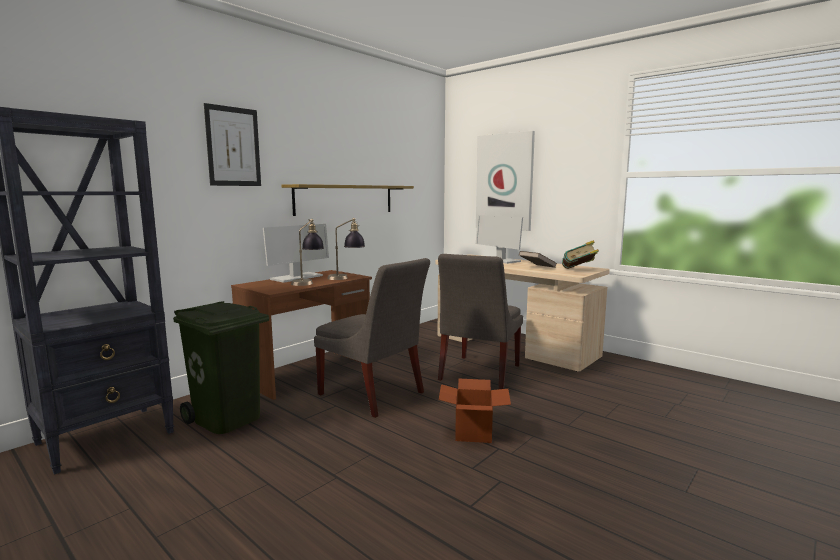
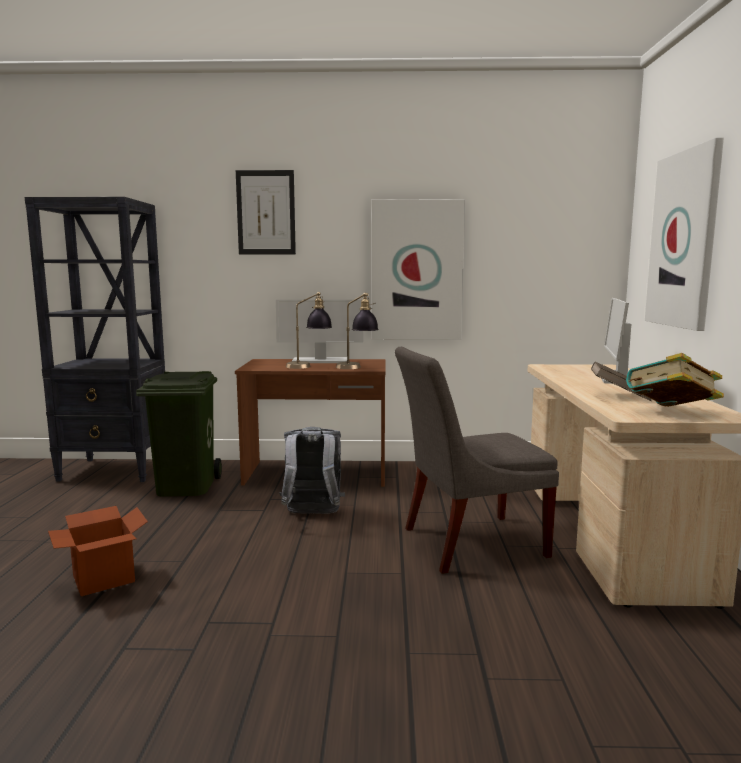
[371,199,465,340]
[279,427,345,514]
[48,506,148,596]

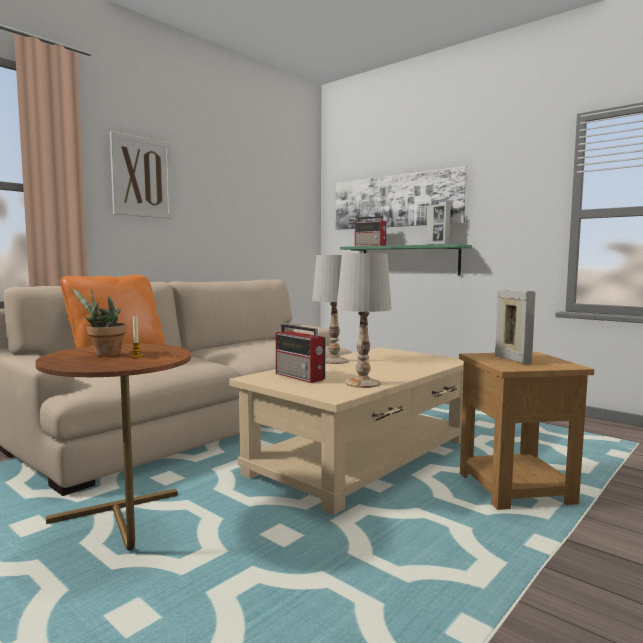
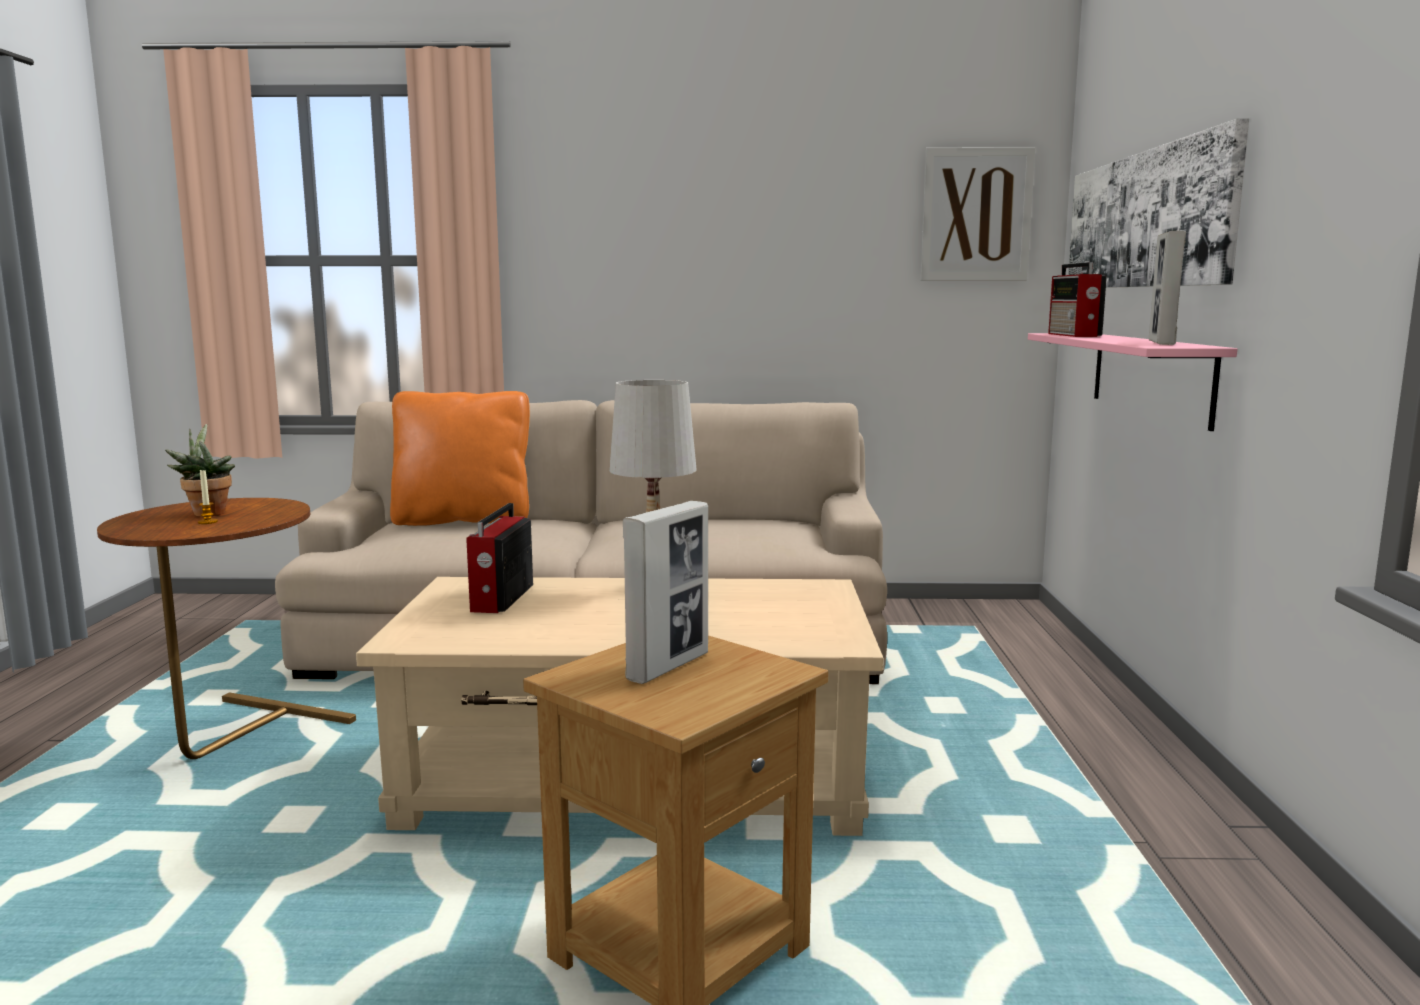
[920,147,1035,281]
[1028,333,1237,431]
[336,253,392,388] (first image)

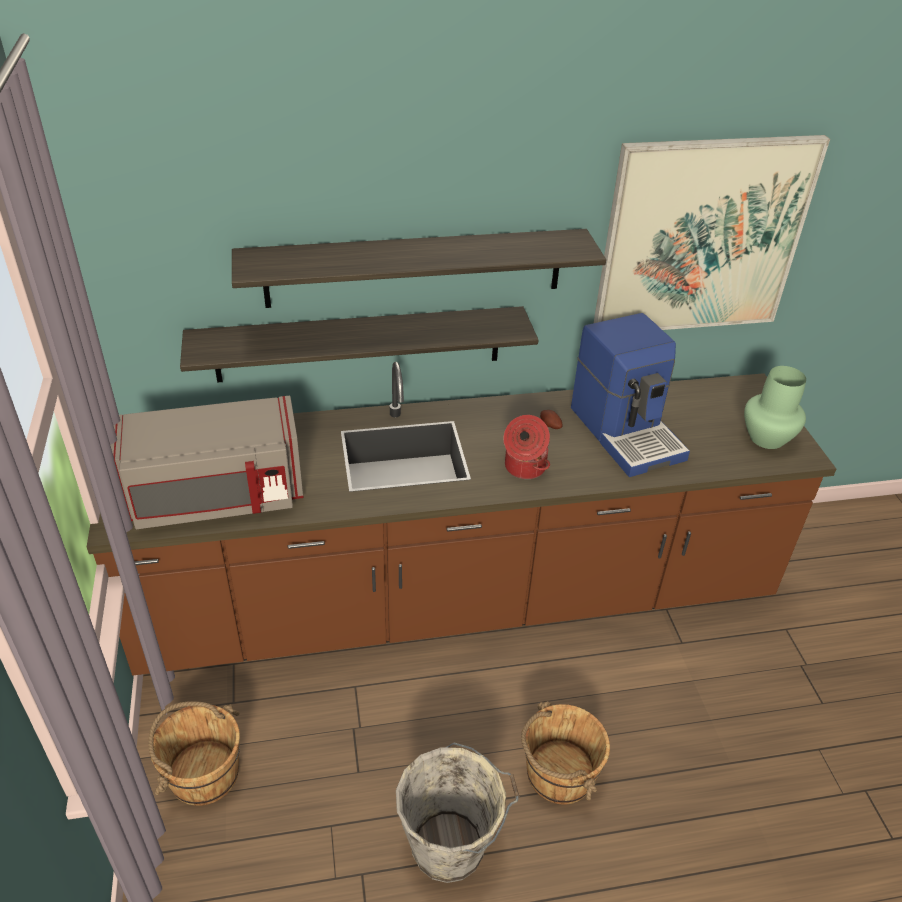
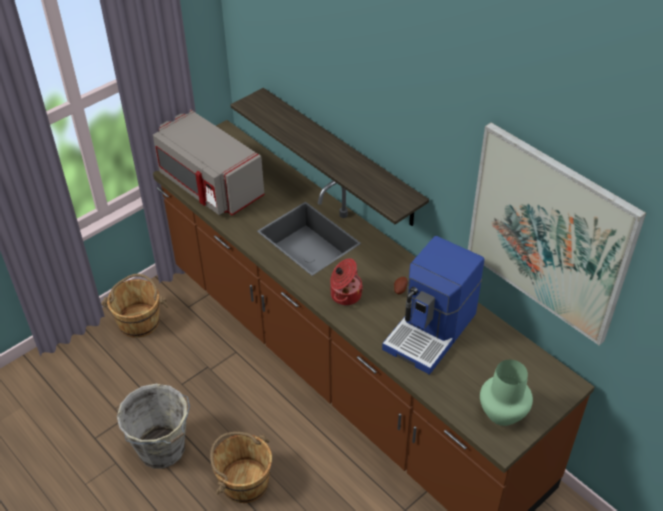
[232,229,606,308] (first image)

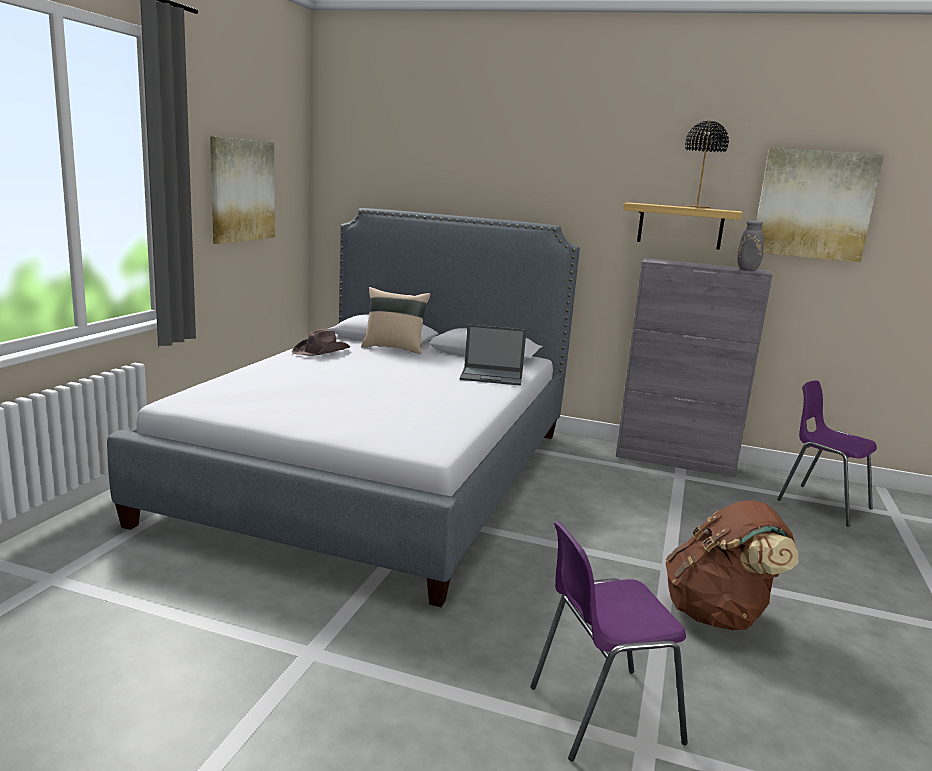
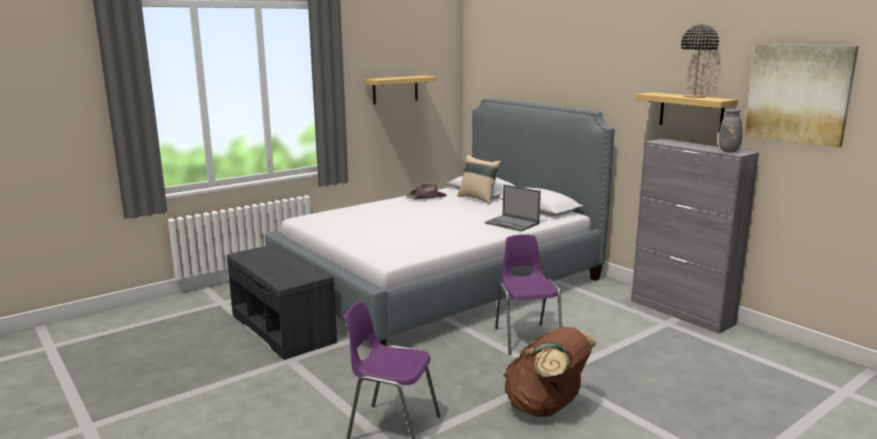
[365,76,437,105]
[495,234,562,355]
[227,244,337,360]

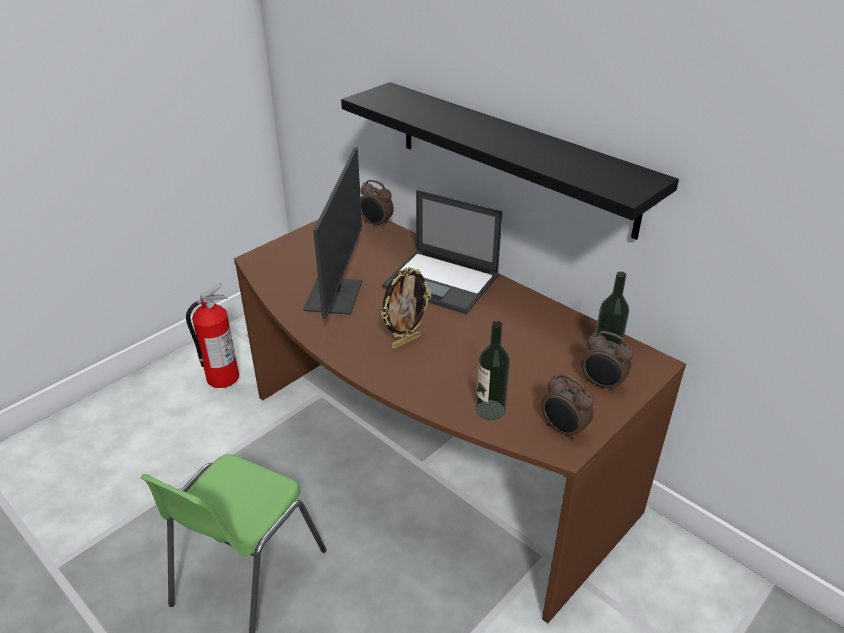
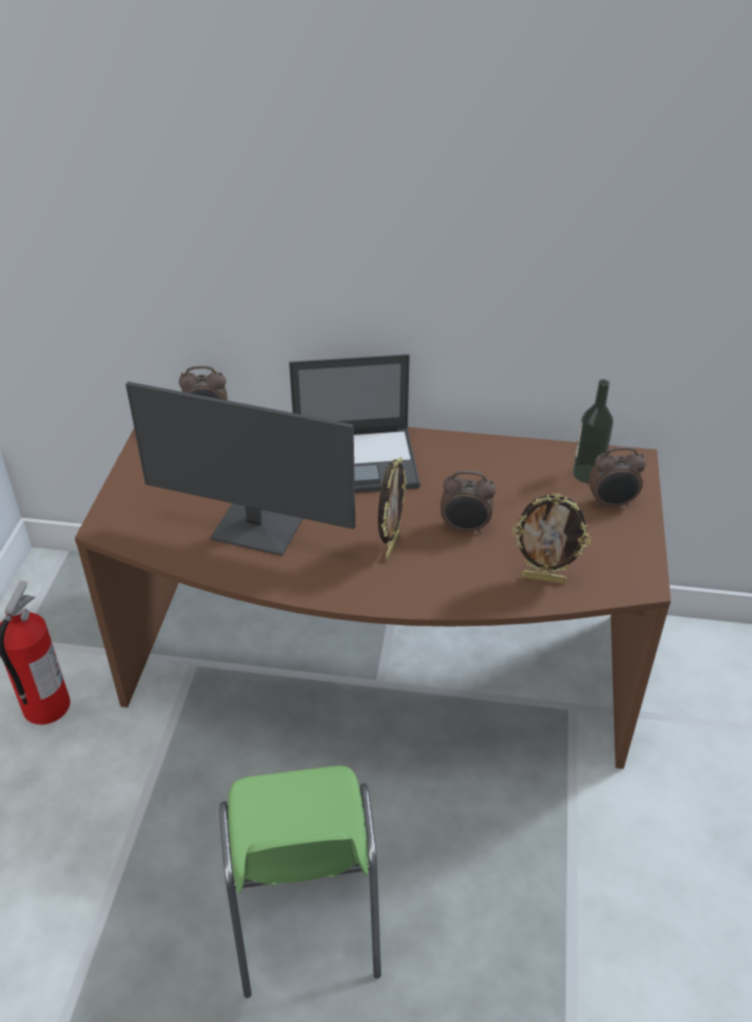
[341,82,679,240] (first image)
[126,382,355,556]
[512,493,591,584]
[440,470,496,534]

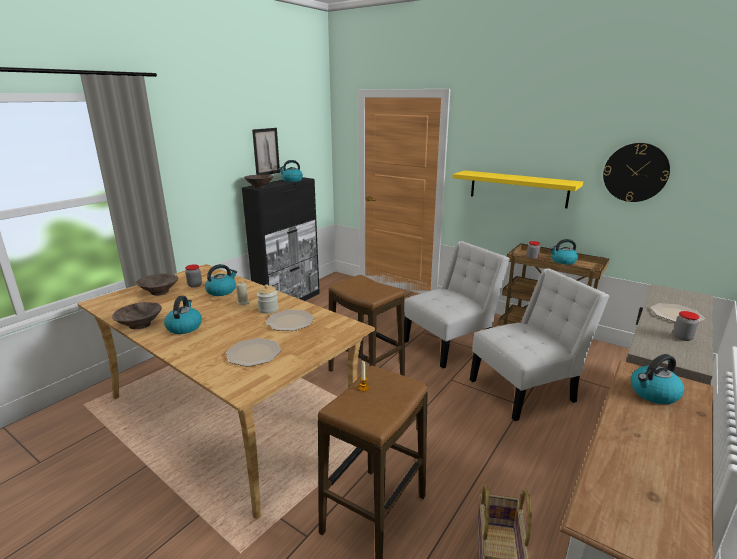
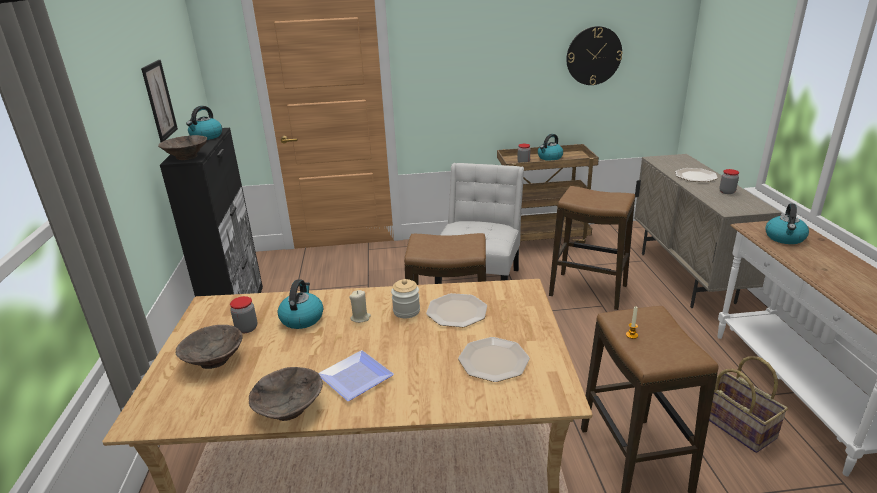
[452,170,583,208] (first image)
[549,186,635,310]
[319,350,394,401]

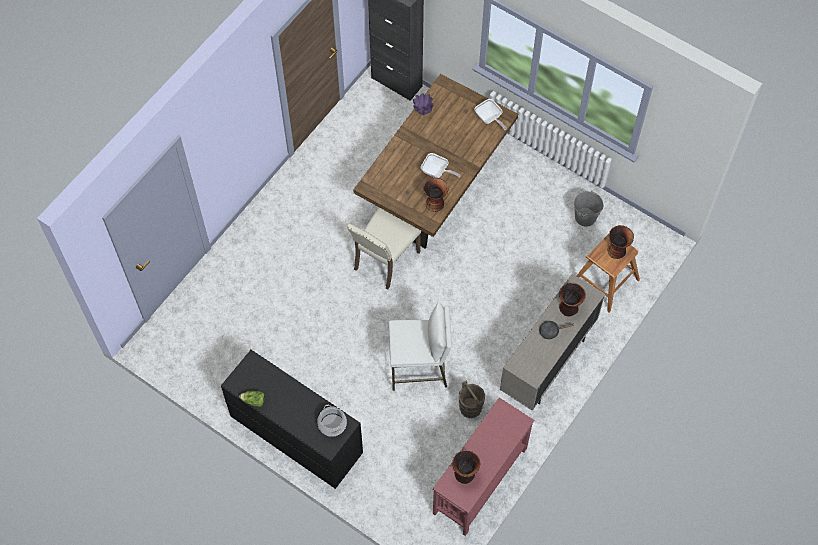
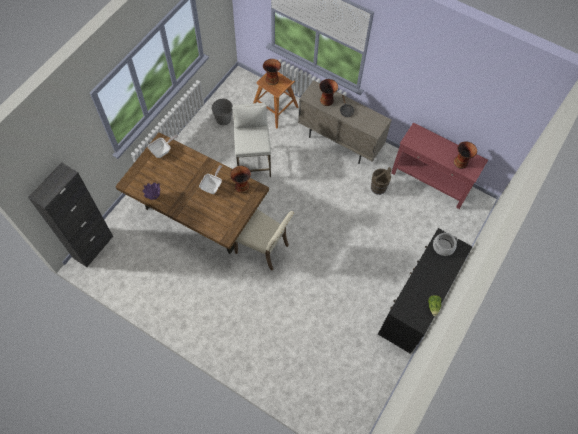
[232,103,271,177]

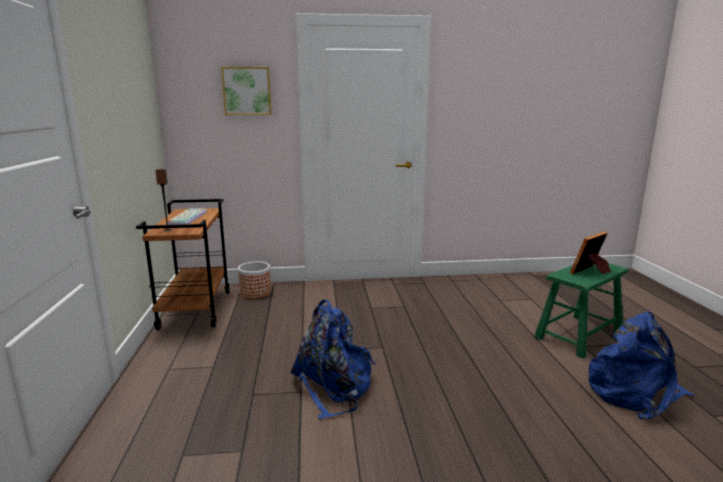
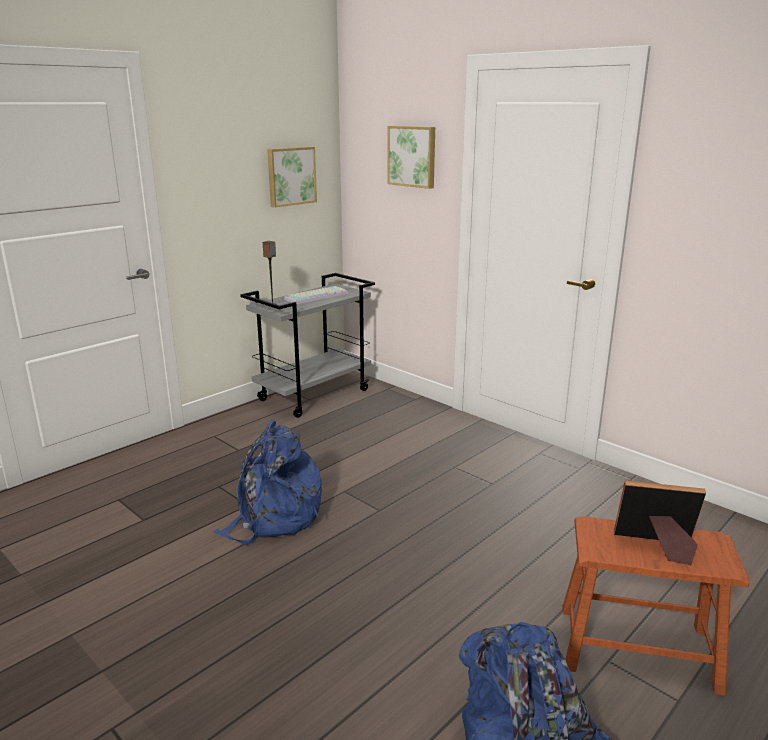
[240,273,375,418]
[238,261,271,299] (first image)
[562,516,749,696]
[267,147,317,207]

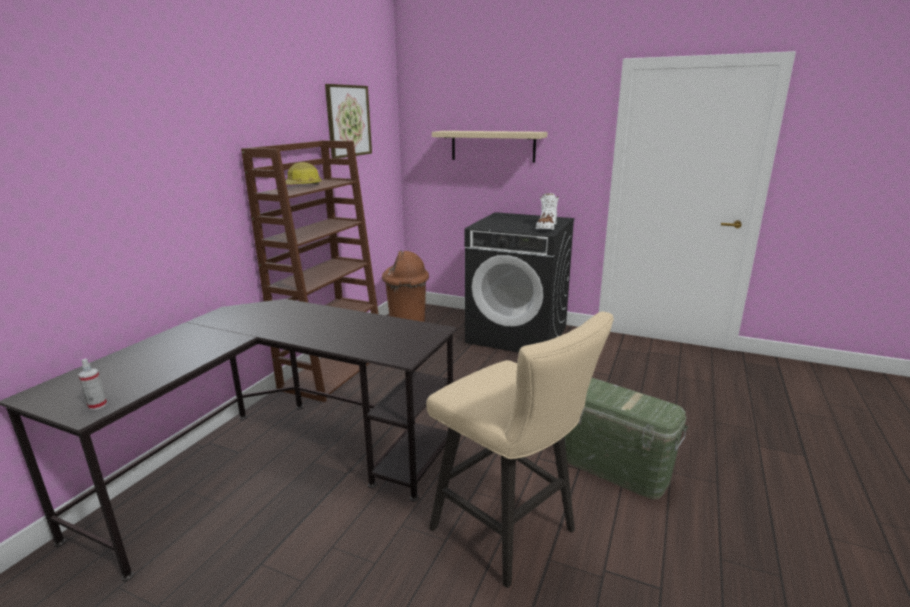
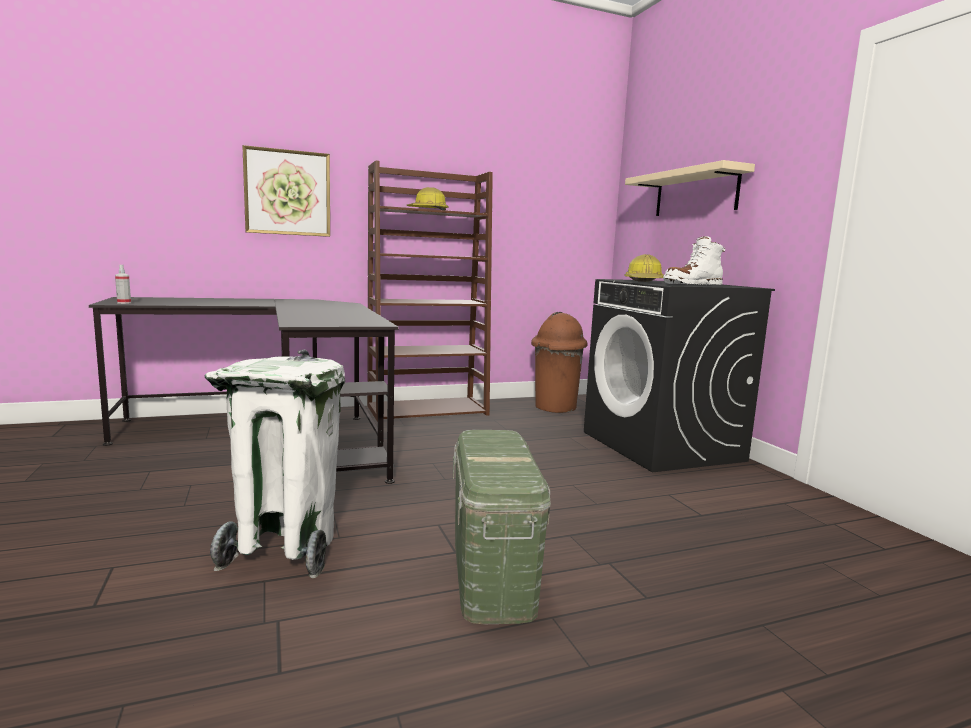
[242,145,330,237]
[204,349,345,578]
[624,254,663,282]

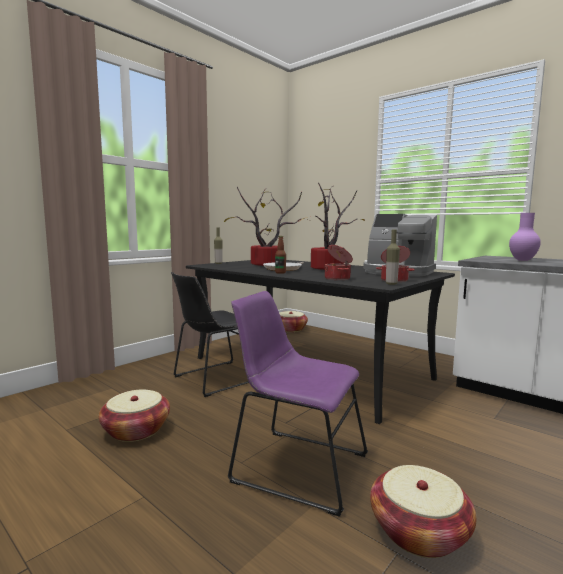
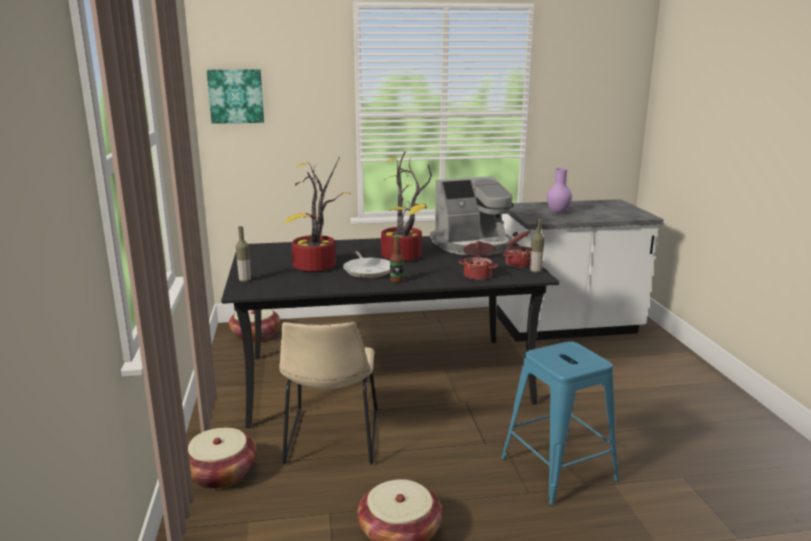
[279,322,378,465]
[501,341,619,505]
[187,428,257,489]
[207,69,264,124]

